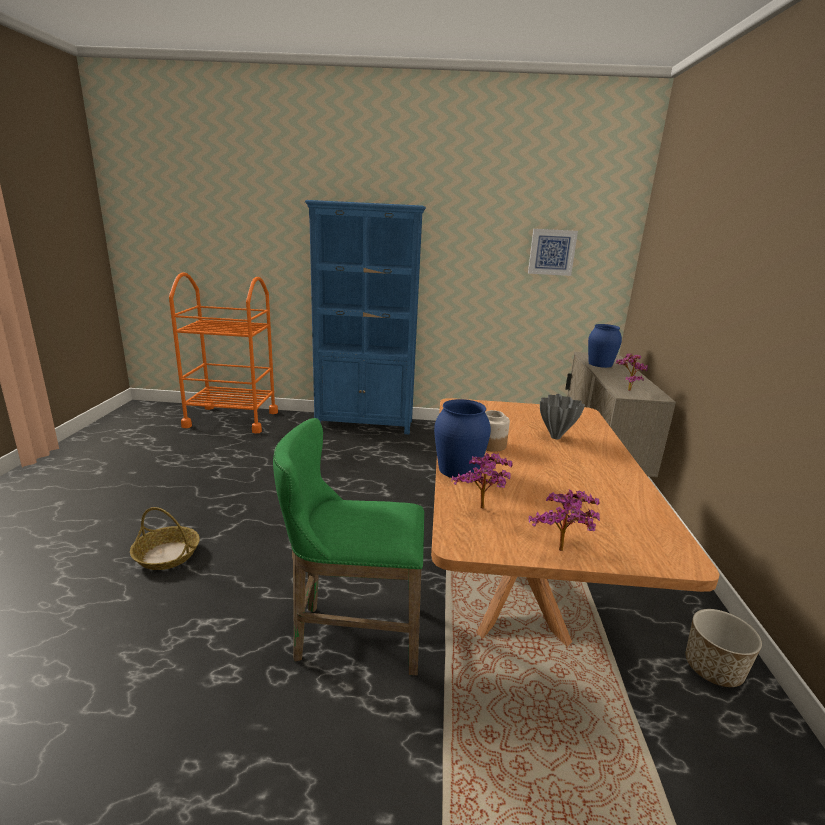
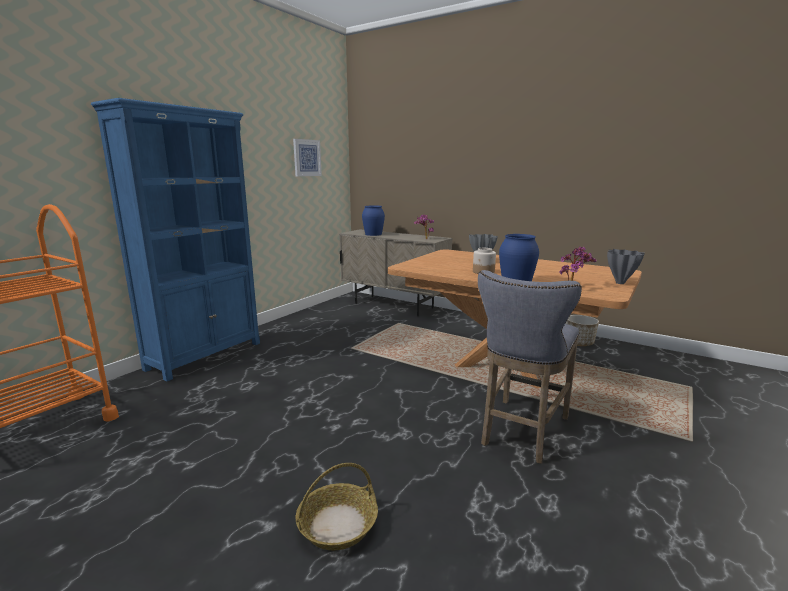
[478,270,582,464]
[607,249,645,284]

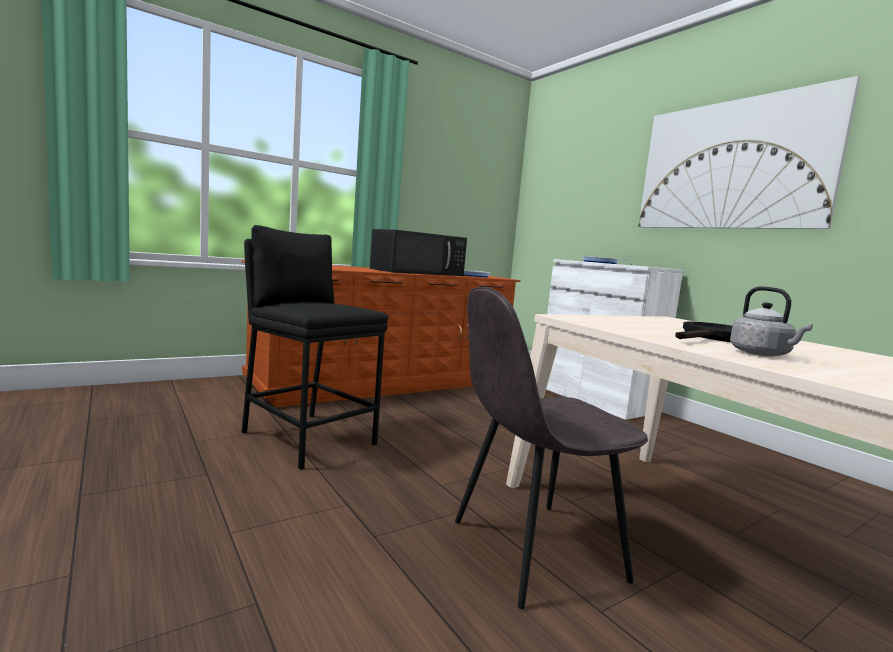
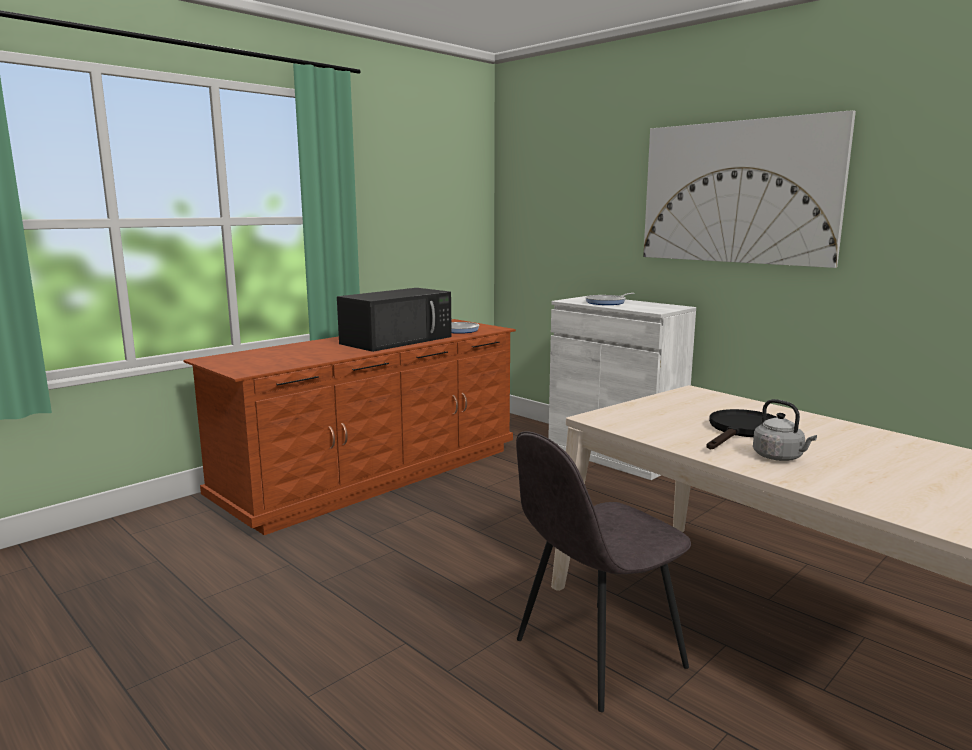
[241,225,388,470] (first image)

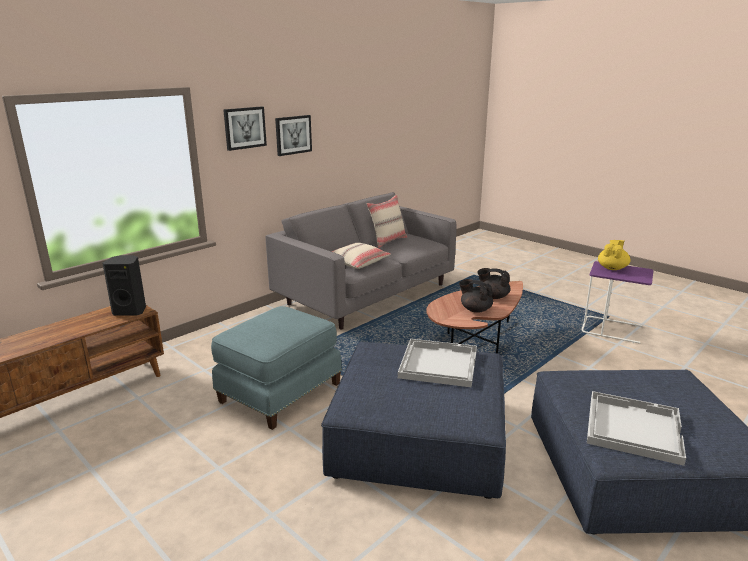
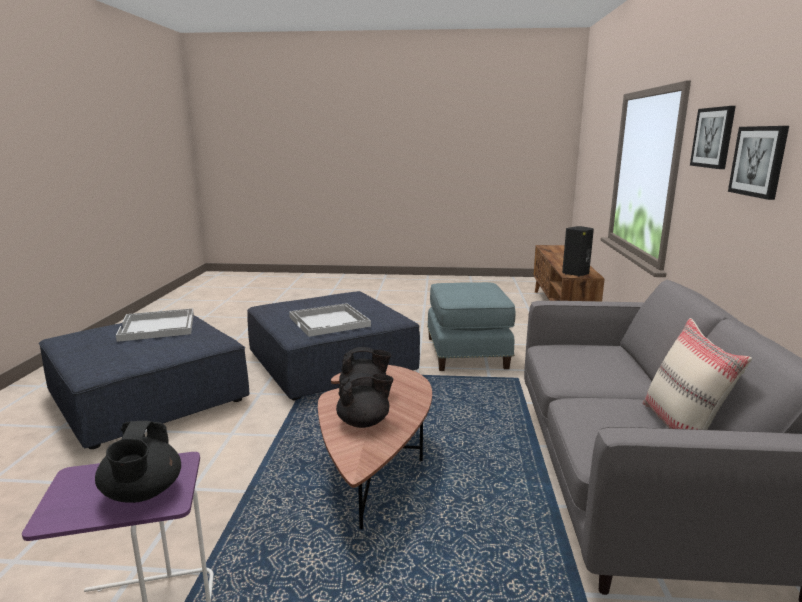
[95,421,181,503]
[331,243,391,269] (first image)

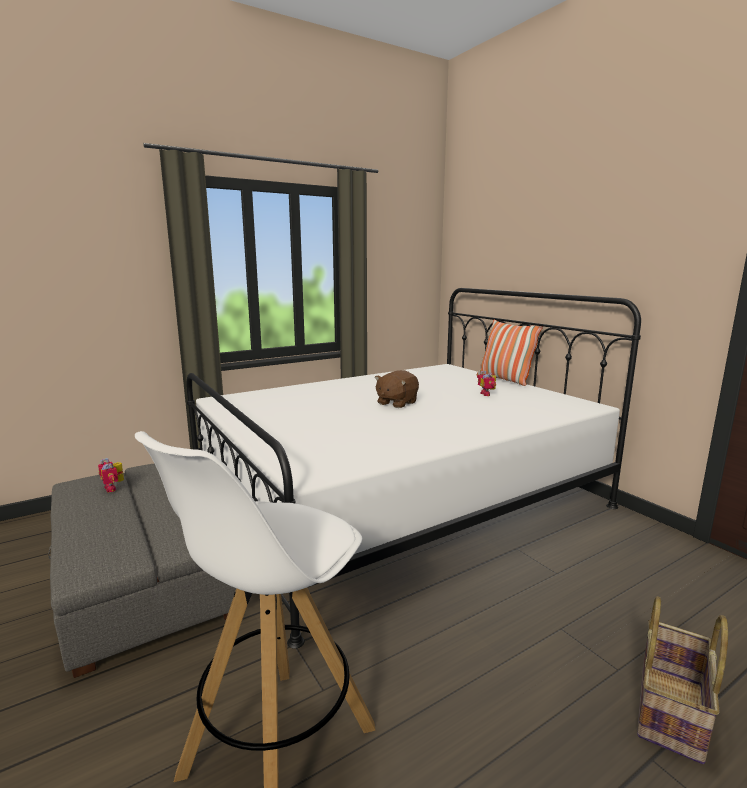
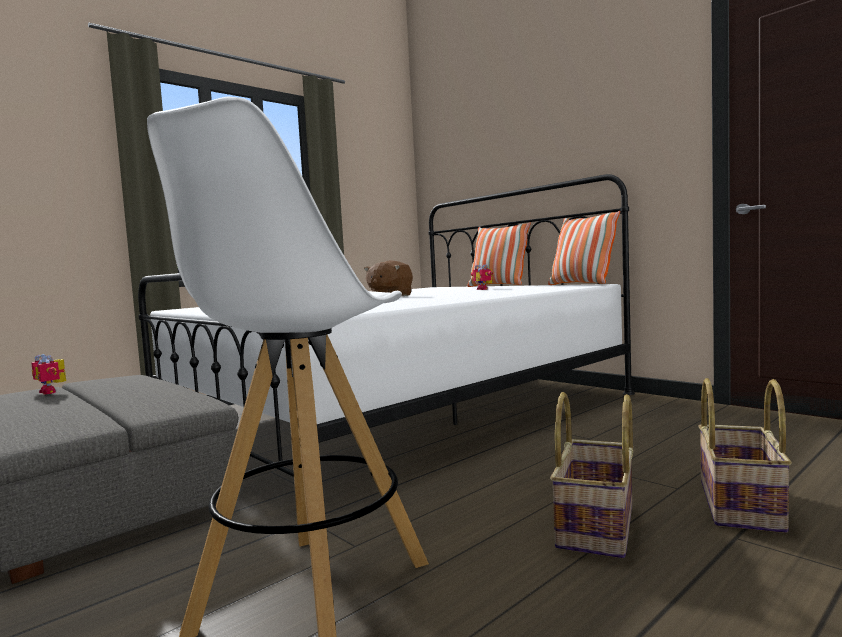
[548,211,620,285]
[550,392,633,558]

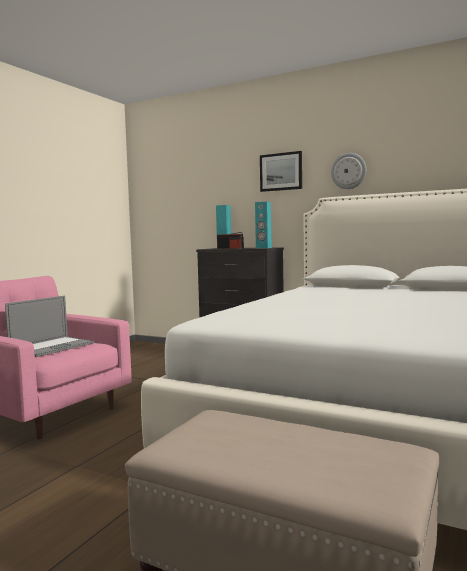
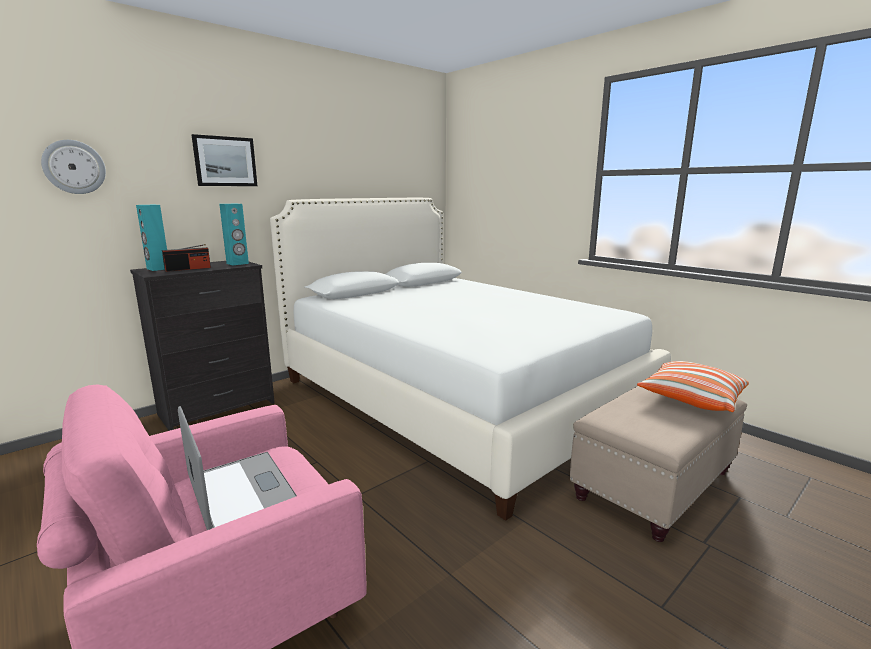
[41,140,106,194]
[637,361,749,412]

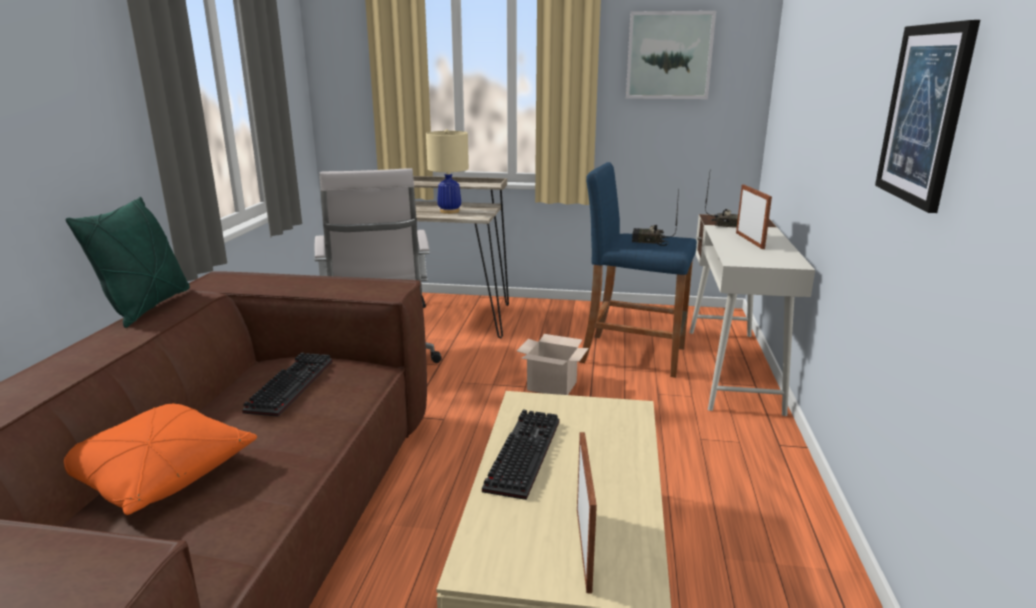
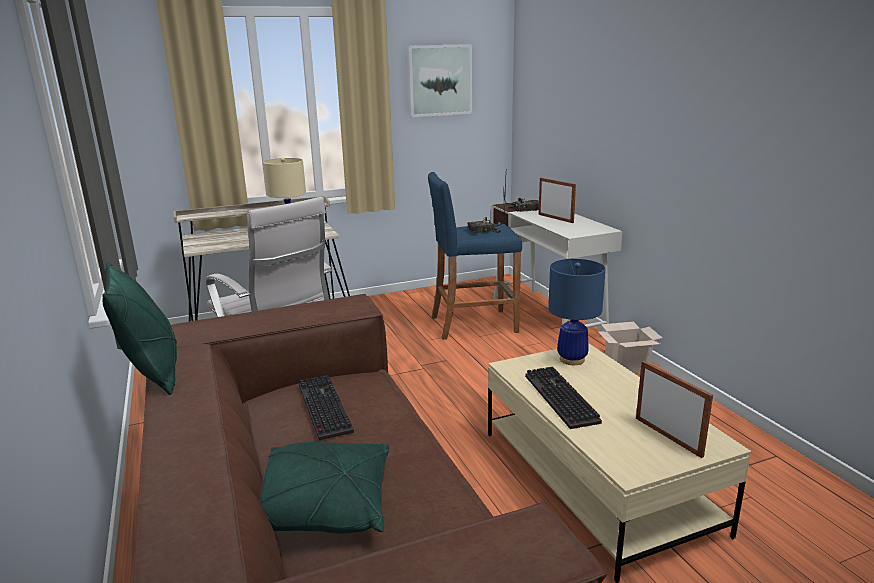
[875,20,980,213] (first image)
[598,322,662,373]
[259,442,389,534]
[548,259,605,365]

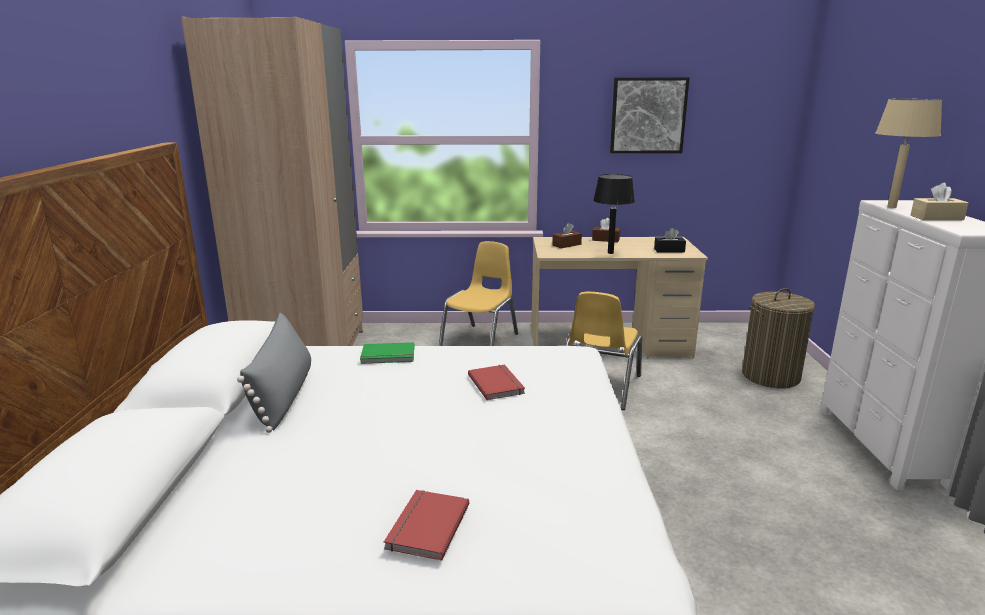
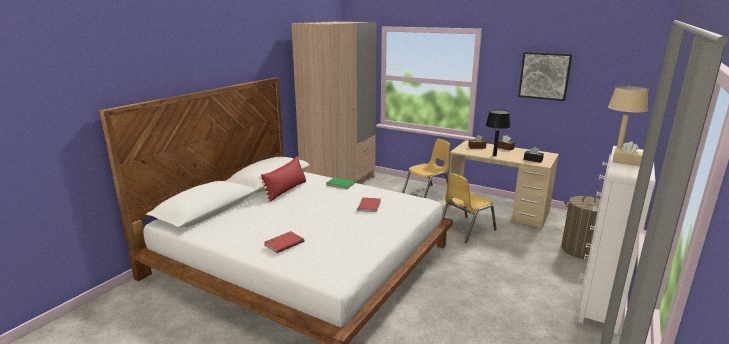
[259,156,306,202]

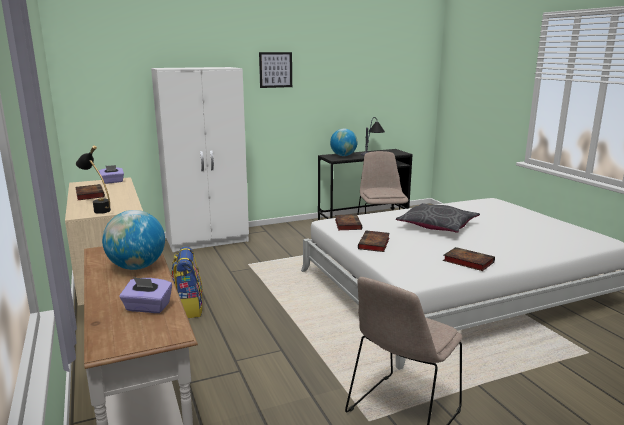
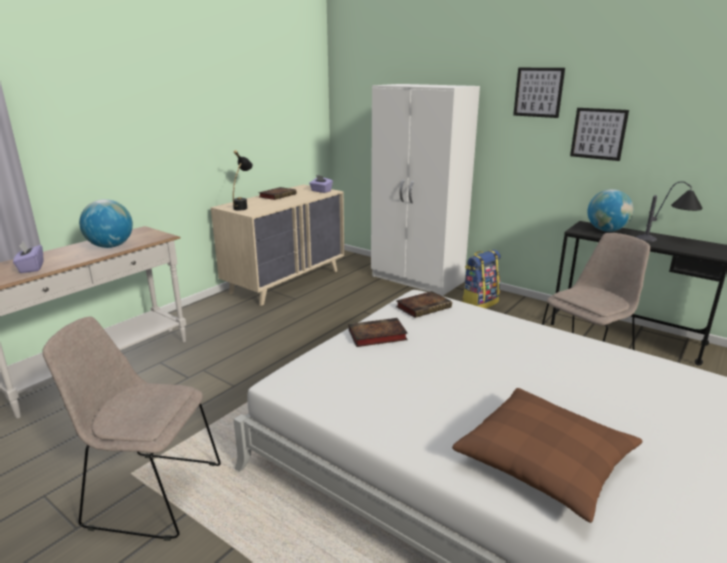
[396,203,480,233] (first image)
[461,250,501,309]
[443,247,495,271] (first image)
[570,108,629,161]
[452,388,642,523]

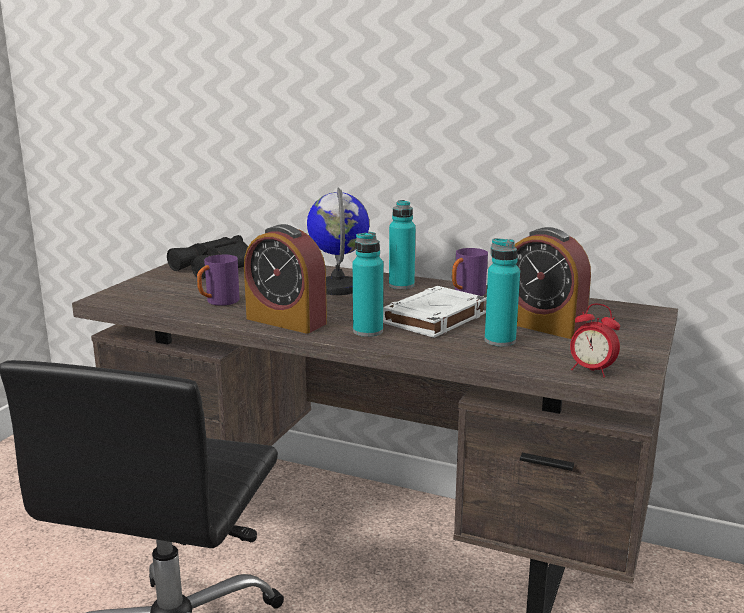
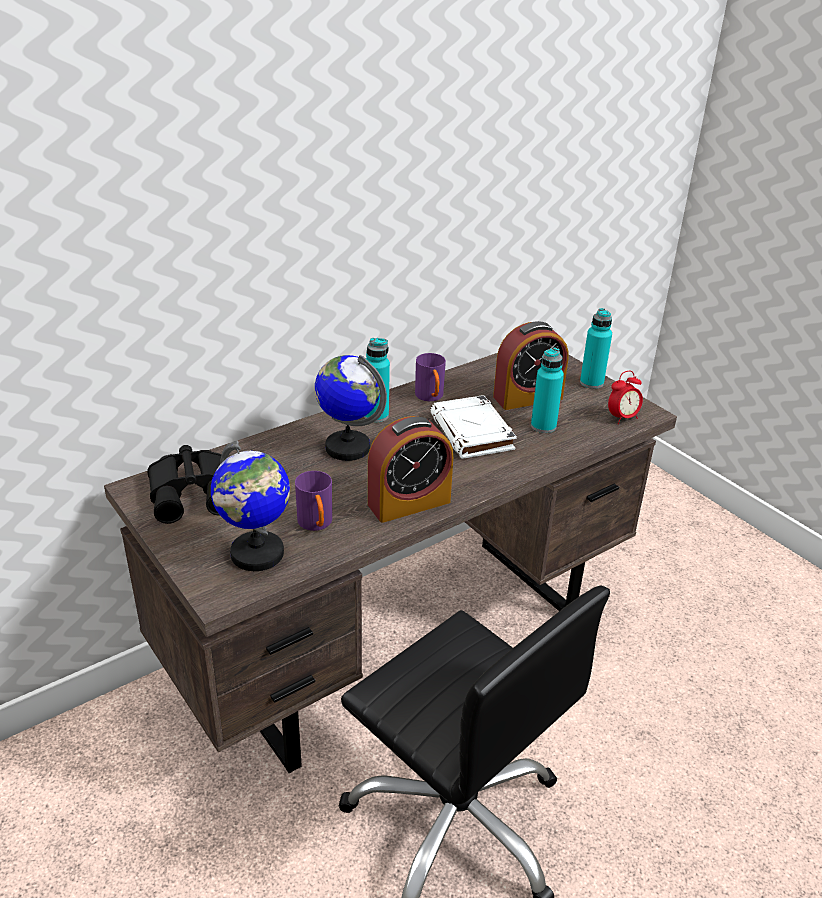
[580,308,612,389]
[211,440,290,571]

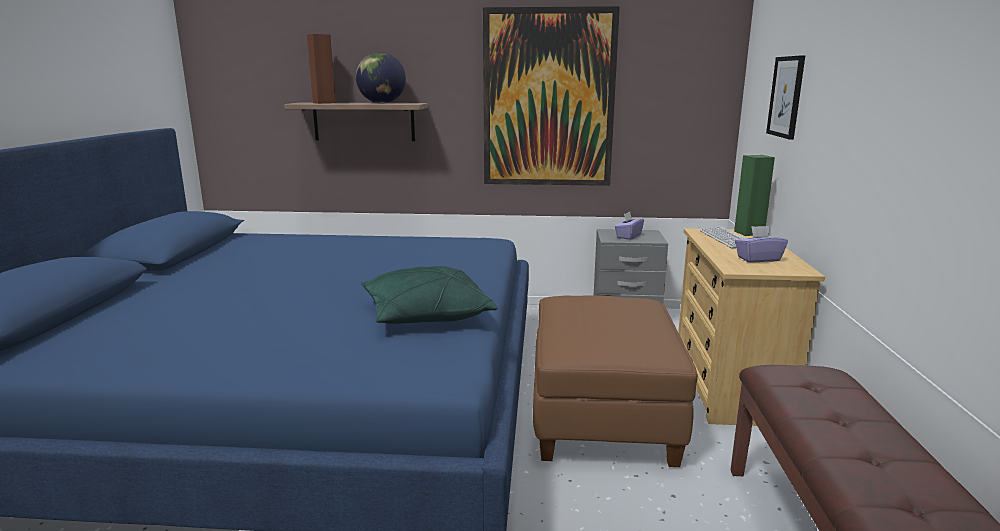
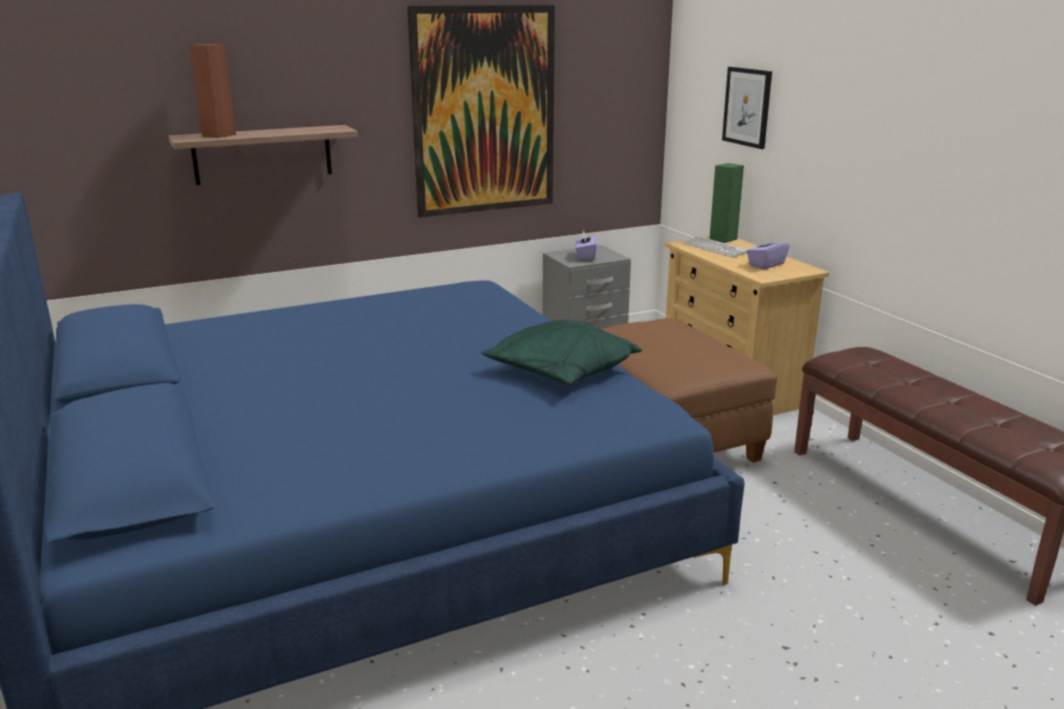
[356,52,406,103] (first image)

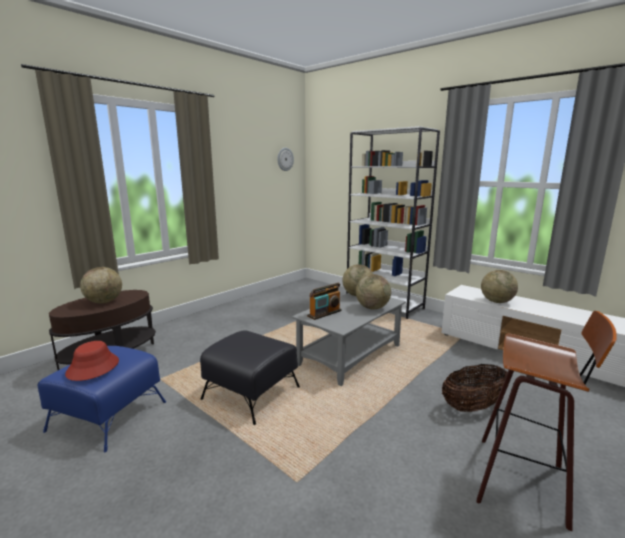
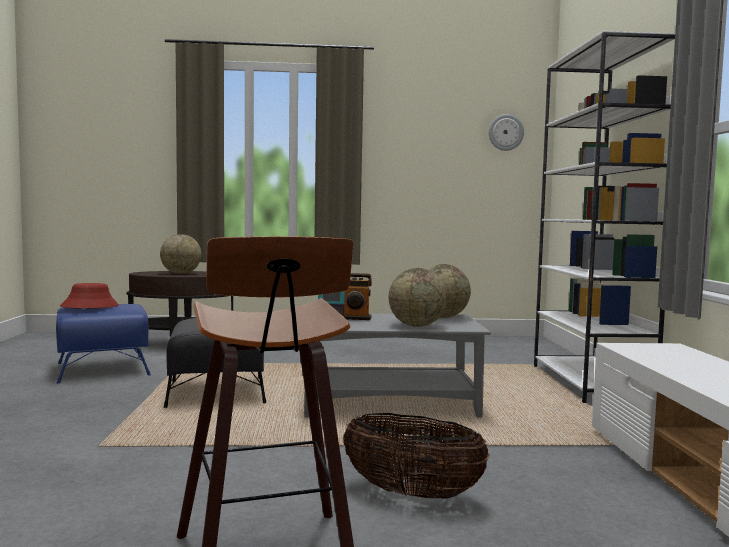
[481,270,518,303] (first image)

